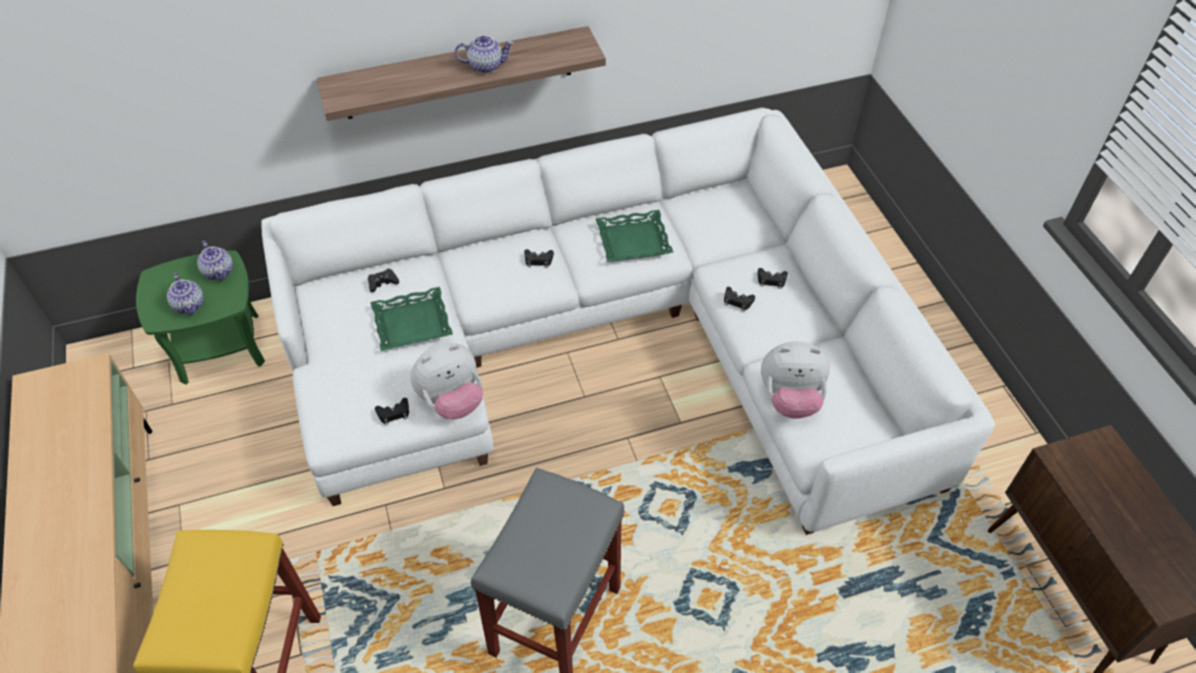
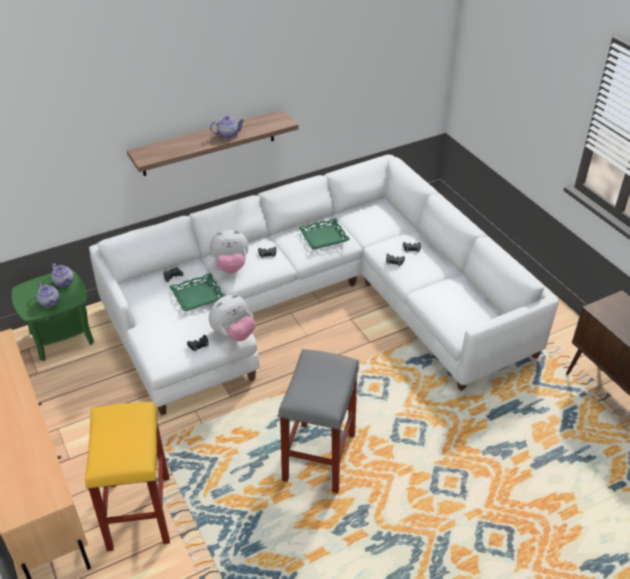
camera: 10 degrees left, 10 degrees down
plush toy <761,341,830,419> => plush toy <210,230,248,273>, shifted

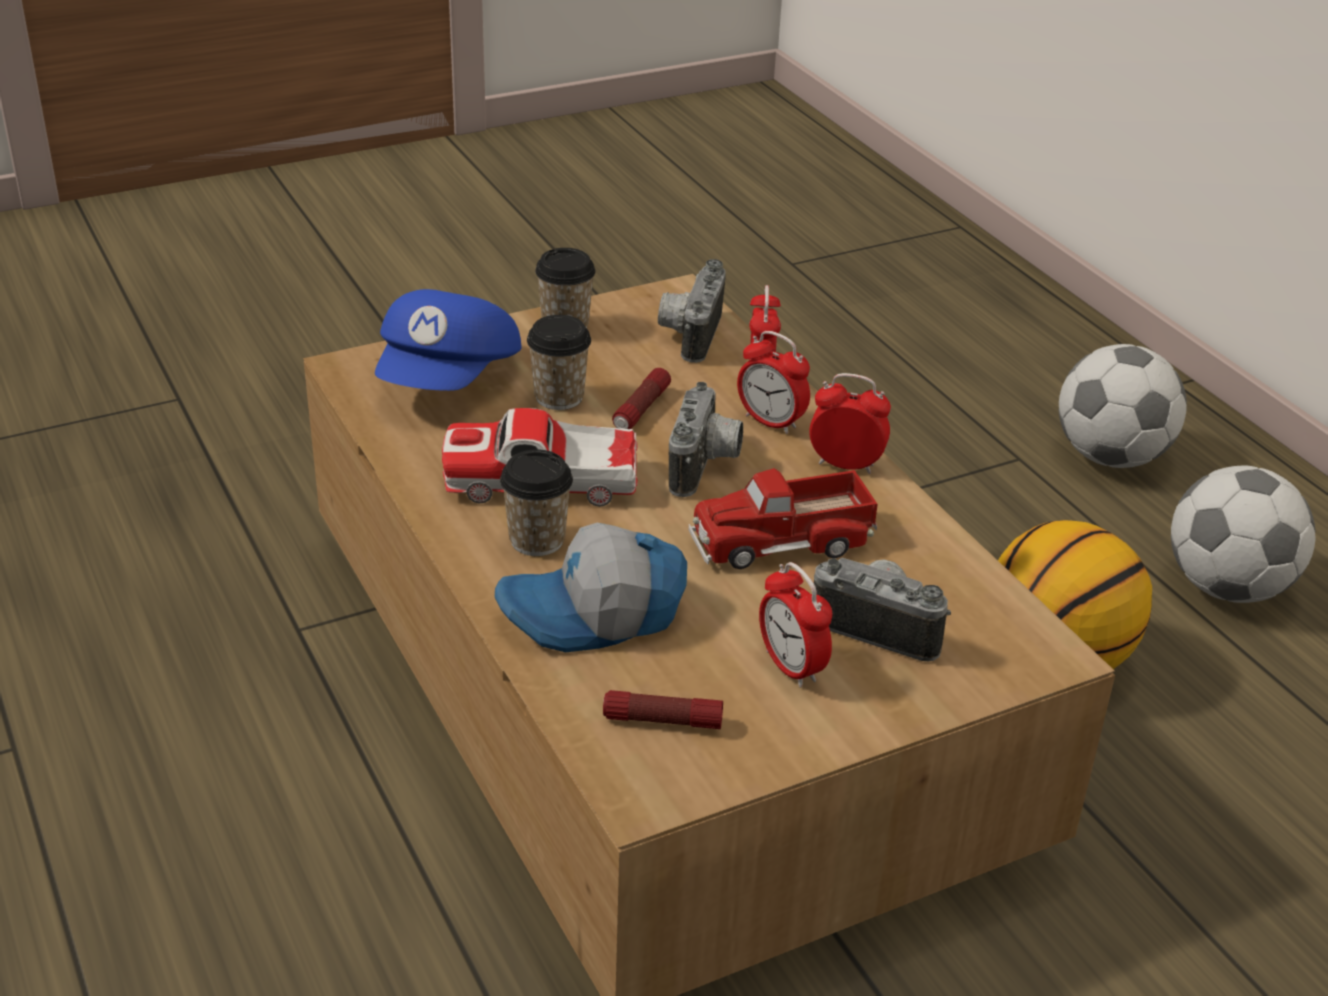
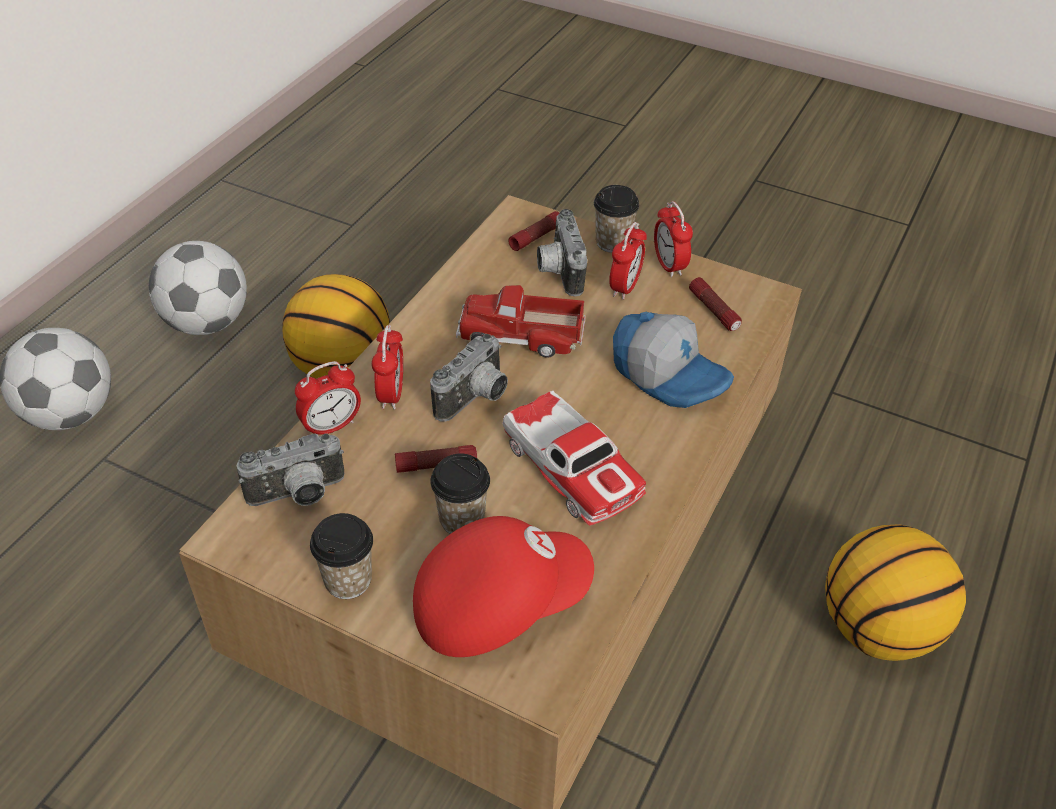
camera: 125 degrees left, 10 degrees up
blue-coloured cap <375,289,522,391> => red cap <413,516,594,657>
small cup <500,449,573,556> => small cup <594,185,639,253>, shifted
photo camera <669,382,743,497> => photo camera <430,334,508,422>, 150 degrees clockwise
toy lorry <689,468,878,569> => toy lorry <456,285,586,358>, 150 degrees clockwise
alarm clock <809,373,891,474> => alarm clock <654,201,693,278>, shifted
nothing => hand torch <508,211,560,251>
nothing => basketball <825,524,966,661>

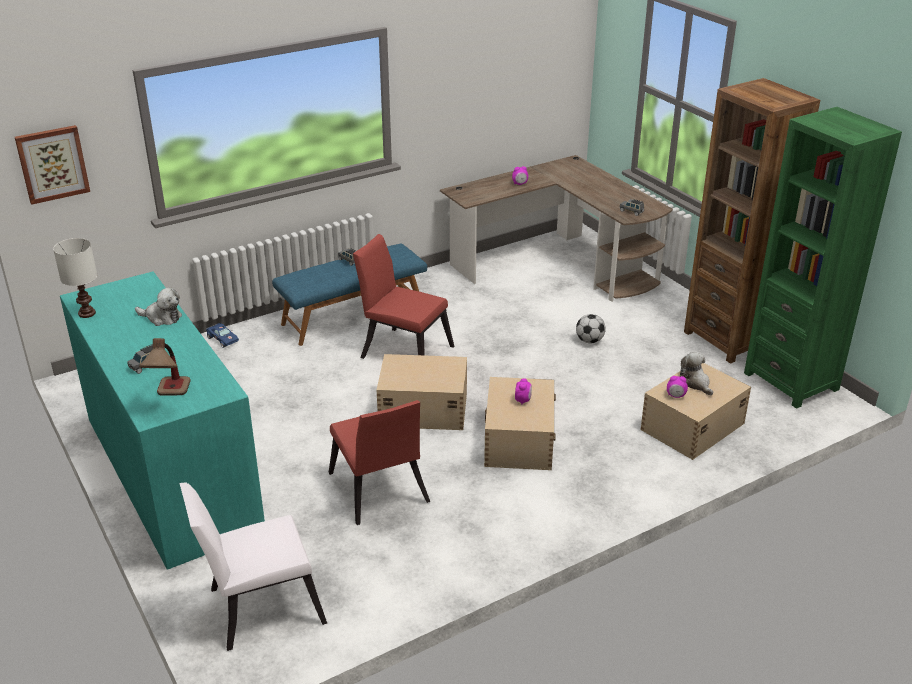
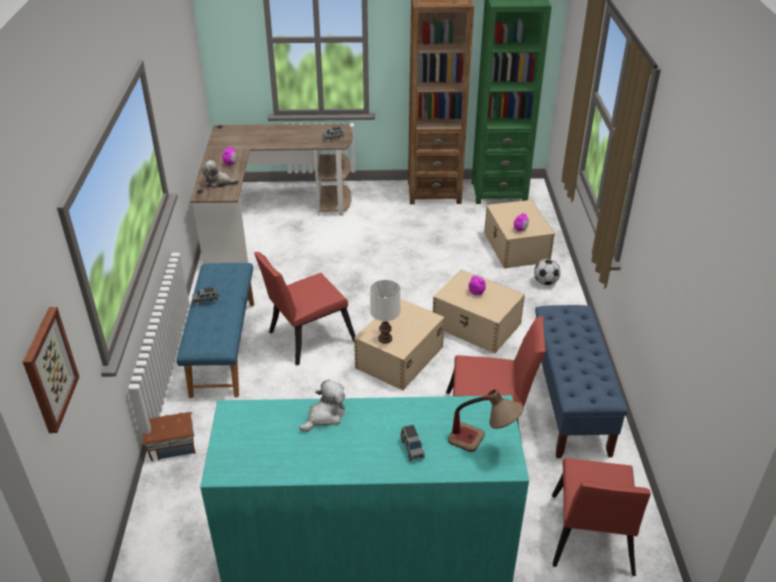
camera: 60 degrees left, 5 degrees up
white-coloured table lamp <53,238,97,318> => white-coloured table lamp <370,280,400,344>, shifted
white-coloured plain chair <180,483,327,651> => red plain chair <552,458,651,576>
blue-coloured miniature car <206,323,239,348> => model house <142,412,196,461>
football ball <576,314,606,343> => football ball <534,259,561,285>, shifted
plush toy <680,352,713,395> => plush toy <202,160,239,189>, shifted
nothing => blue-coloured long seat <535,305,628,458>

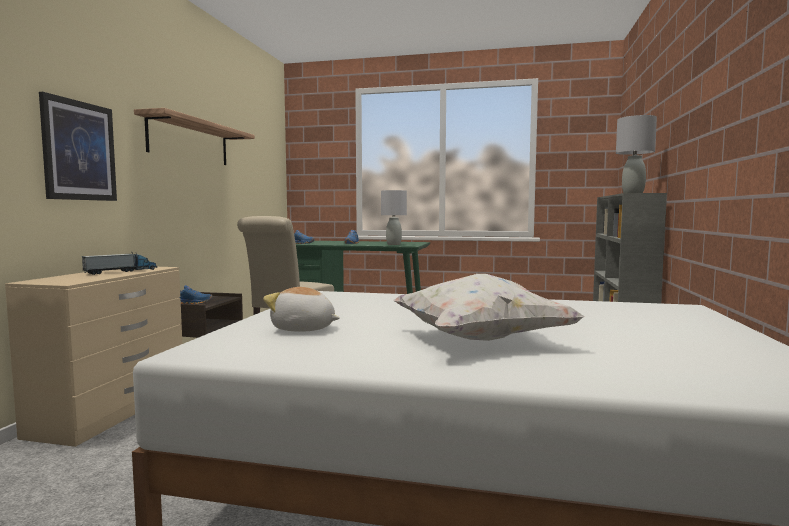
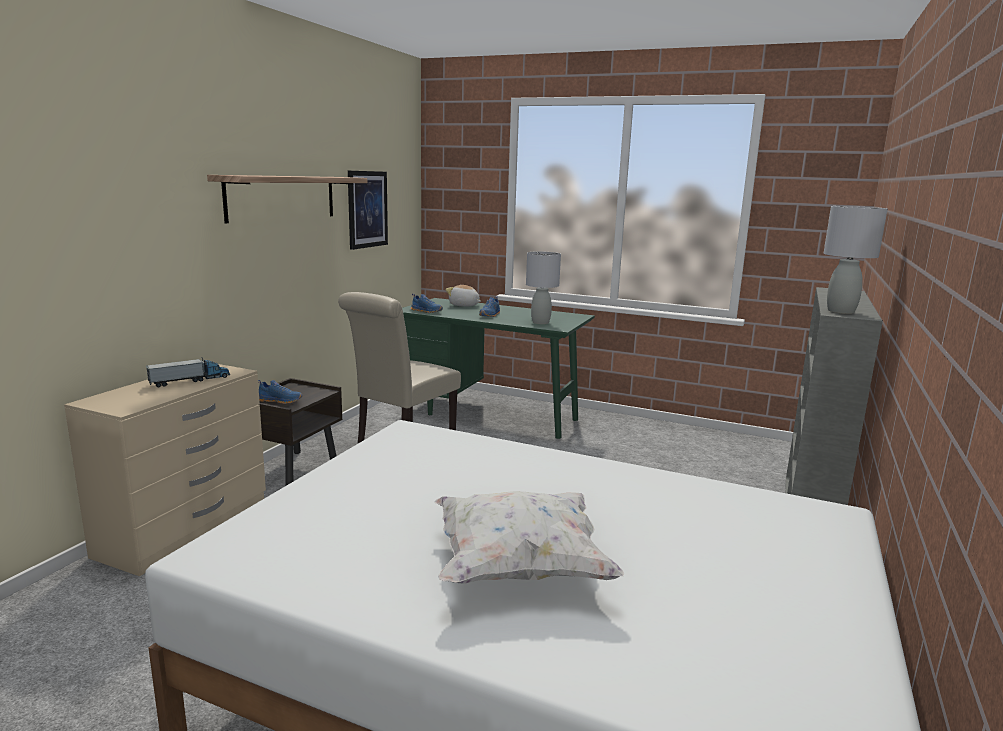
camera: 10 degrees right, 10 degrees up
wall picture <39,92,117,201> => wall picture <348,171,388,250>, shifted
plush toy <263,287,340,332> => plush toy <446,285,481,307>, shifted

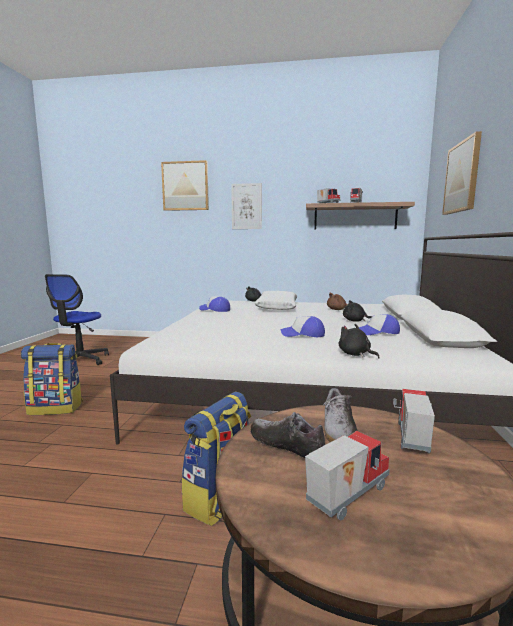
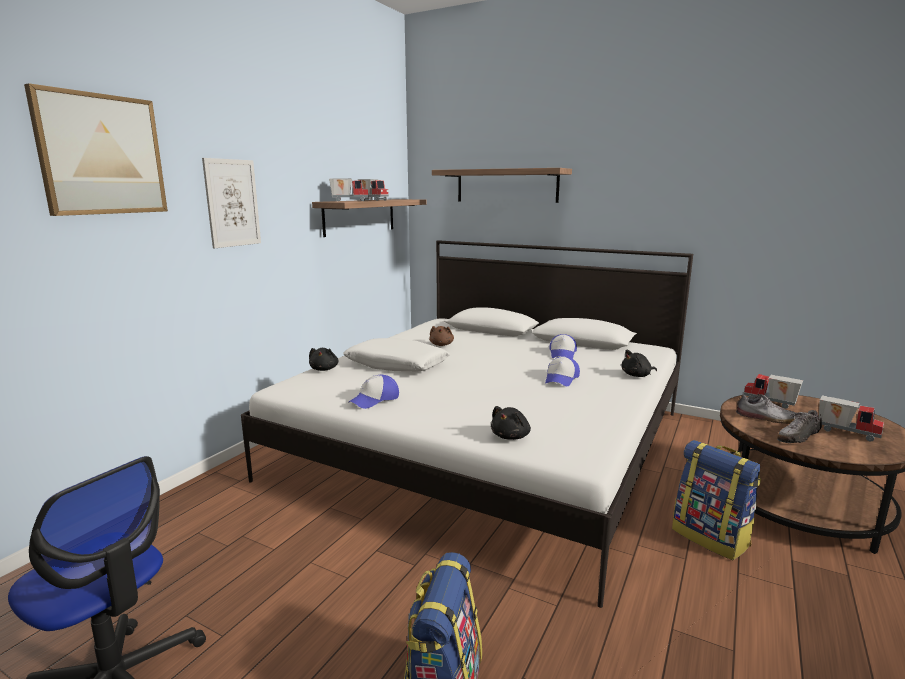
camera: 70 degrees left, 5 degrees up
toy lorry <305,431,390,520> => toy lorry <819,395,884,442>, 150 degrees clockwise
black plush toy <343,300,372,322> => black plush toy <491,406,531,440>, shifted
wall picture <442,131,482,215> => bracket shelf <432,168,572,203>

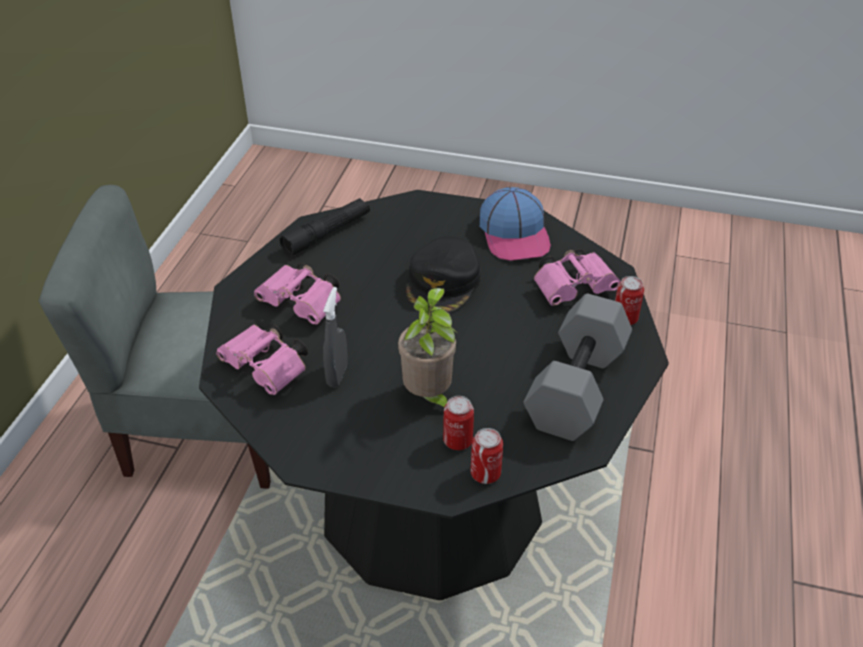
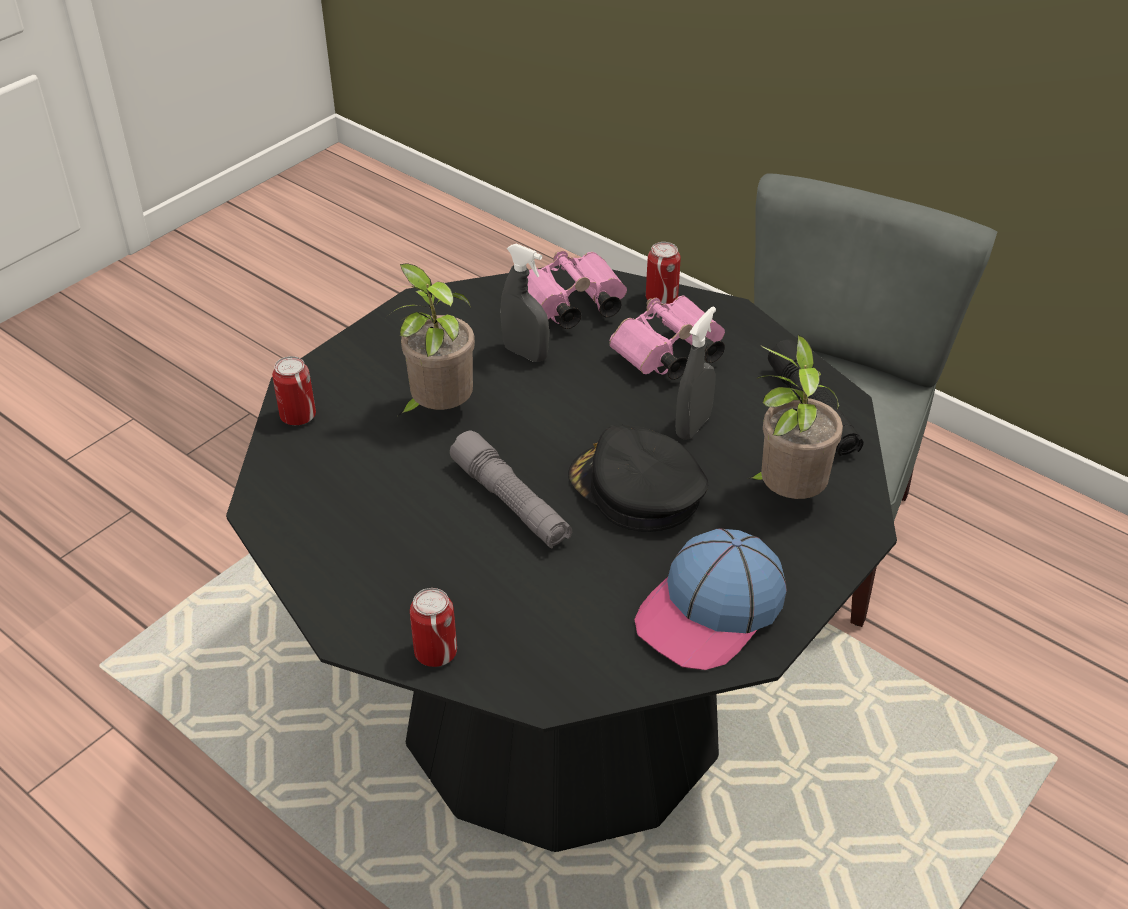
camera: 115 degrees right, 0 degrees up
metal can <443,396,474,450> => metal can <646,242,681,304>, shifted
cap <480,187,551,261> => cap <634,528,787,670>, 60 degrees counterclockwise
gray dumbbell <523,294,632,441> => nothing
pink pair of binoculars <534,249,621,306> => nothing
nothing => gray hand torch <450,431,572,549>
nothing => gray hand sprayer <675,306,716,440>
nothing => houseplant <748,335,843,499>

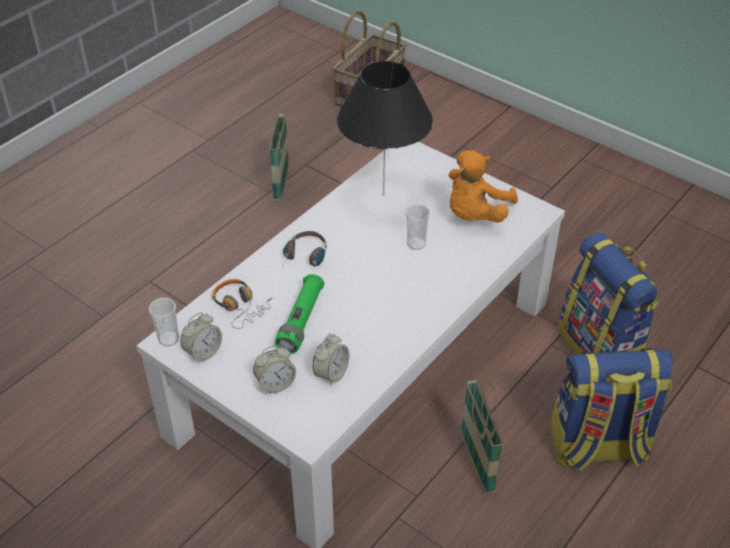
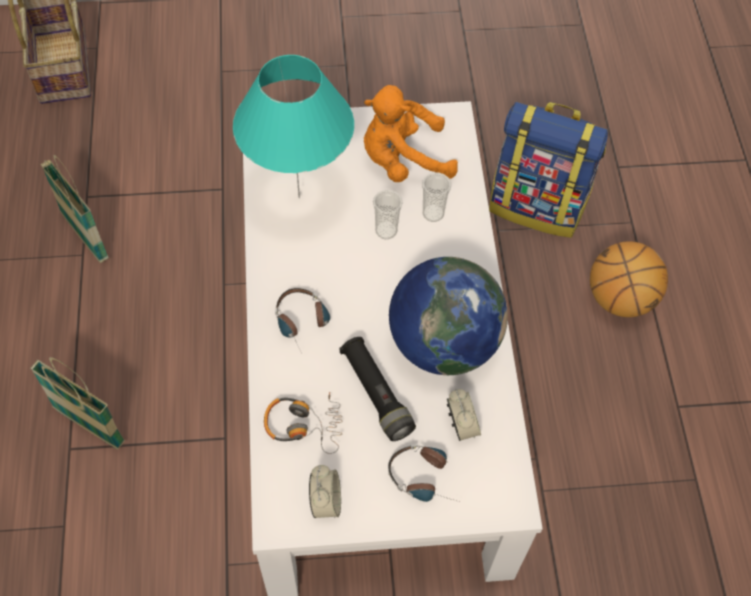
camera: 45 degrees left, 15 degrees up
small cup <149,298,179,346> => small cup <422,172,451,222>, shifted
alarm clock <253,345,296,394> => pair of headphones <388,445,459,502>
greenish hand torch <275,274,324,354> => black hand torch <340,337,416,441>
black table lamp <337,61,433,196> => turquoise-coloured table lamp <233,55,354,198>
orange-coloured plush toy <448,150,518,222> => orange-coloured plush toy <364,85,458,182>, 90 degrees clockwise
household basket <461,379,503,494> => household basket <30,357,125,449>, shifted
rucksack <550,348,673,471> => basketball <590,241,668,317>
nothing => desk globe <389,257,508,375>

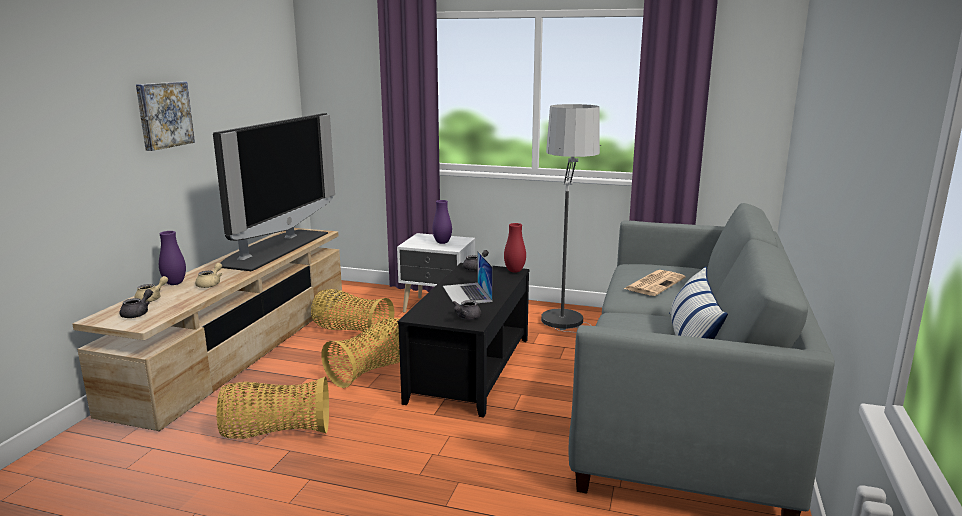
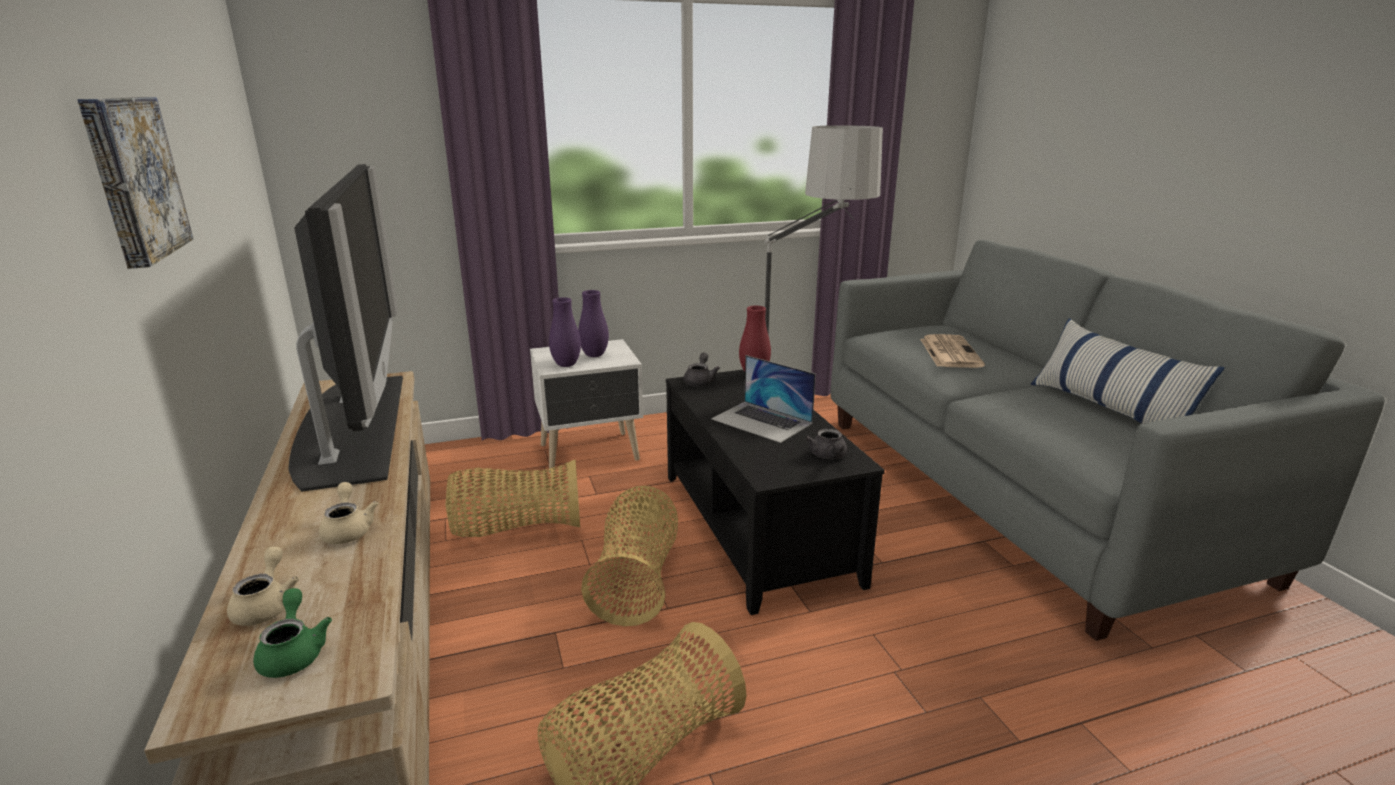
camera: 35 degrees left, 5 degrees up
gray tea pot <120,289,153,318> => greenish tea pot <253,588,332,678>
purple vase <159,231,186,285> => purple vase <549,297,581,367>, shifted

